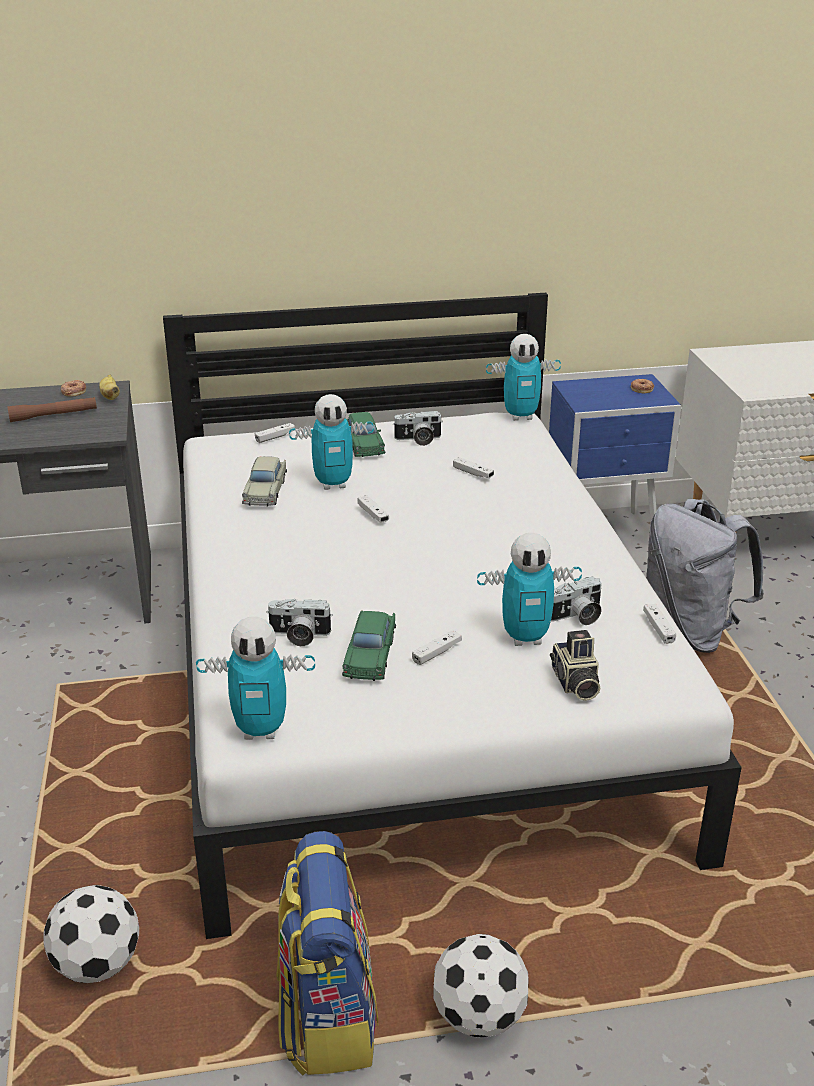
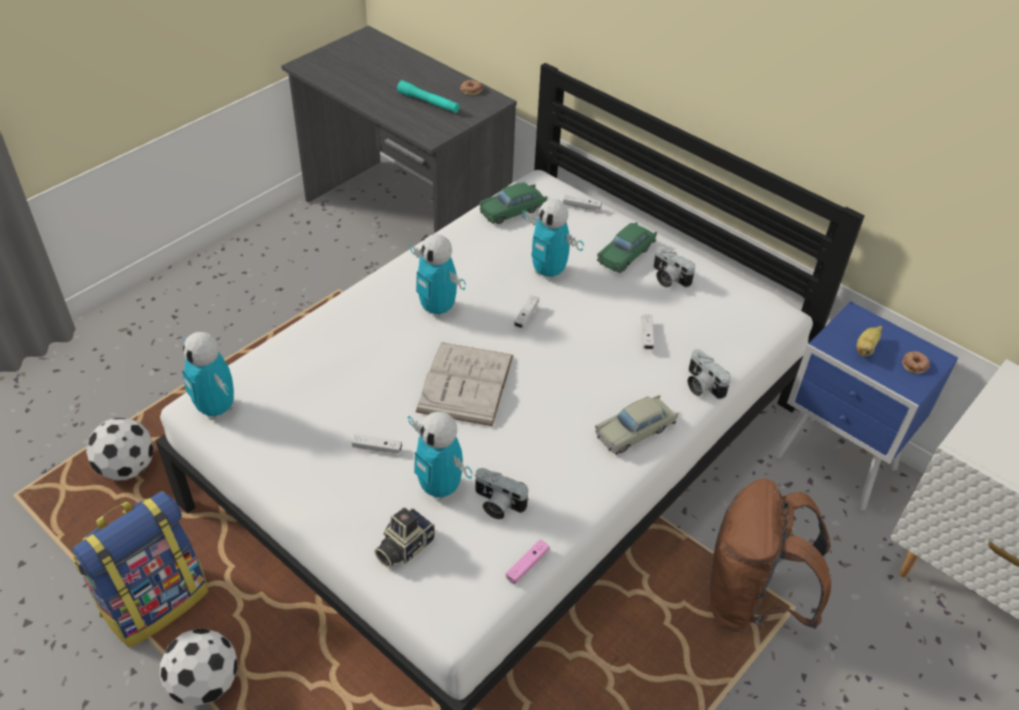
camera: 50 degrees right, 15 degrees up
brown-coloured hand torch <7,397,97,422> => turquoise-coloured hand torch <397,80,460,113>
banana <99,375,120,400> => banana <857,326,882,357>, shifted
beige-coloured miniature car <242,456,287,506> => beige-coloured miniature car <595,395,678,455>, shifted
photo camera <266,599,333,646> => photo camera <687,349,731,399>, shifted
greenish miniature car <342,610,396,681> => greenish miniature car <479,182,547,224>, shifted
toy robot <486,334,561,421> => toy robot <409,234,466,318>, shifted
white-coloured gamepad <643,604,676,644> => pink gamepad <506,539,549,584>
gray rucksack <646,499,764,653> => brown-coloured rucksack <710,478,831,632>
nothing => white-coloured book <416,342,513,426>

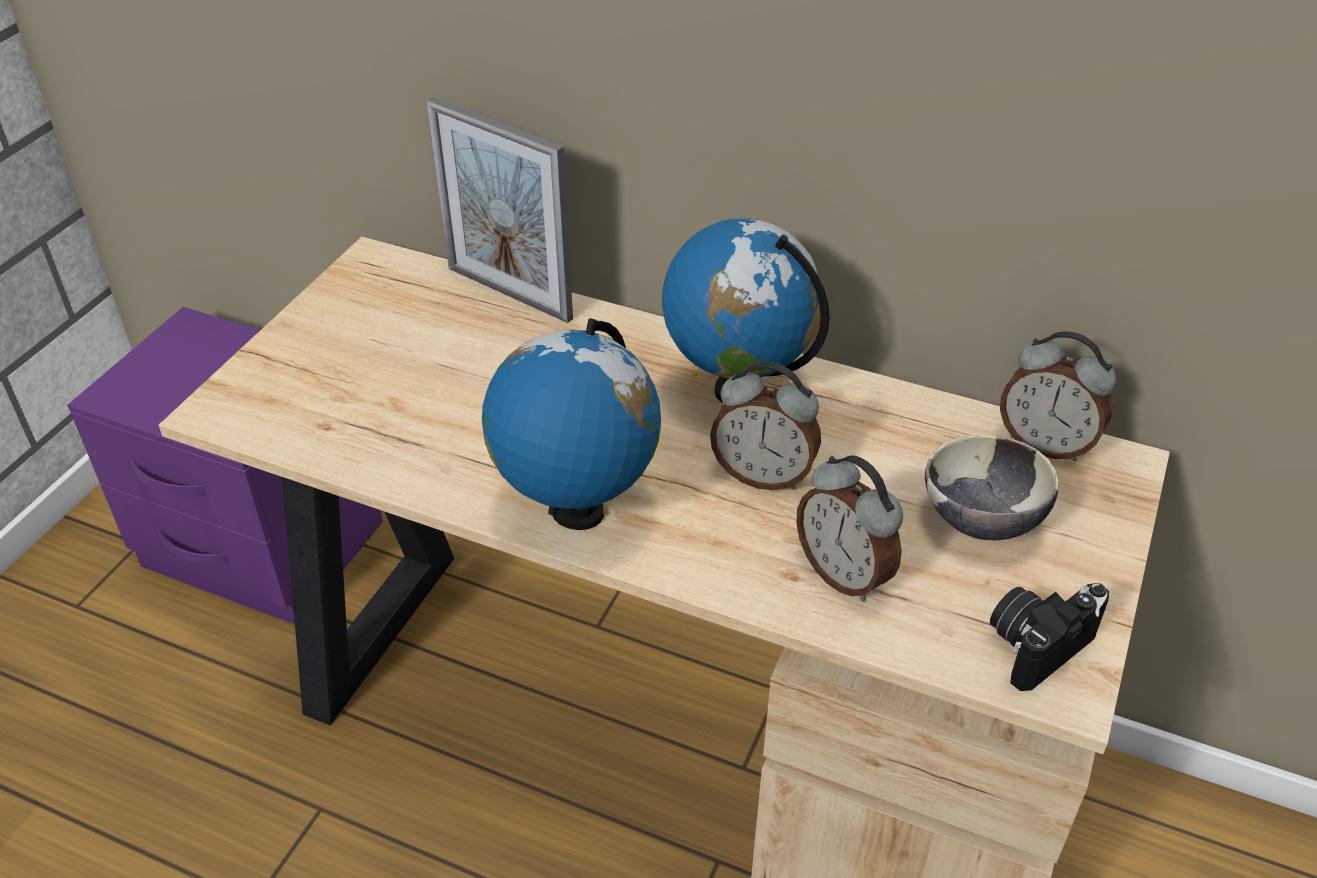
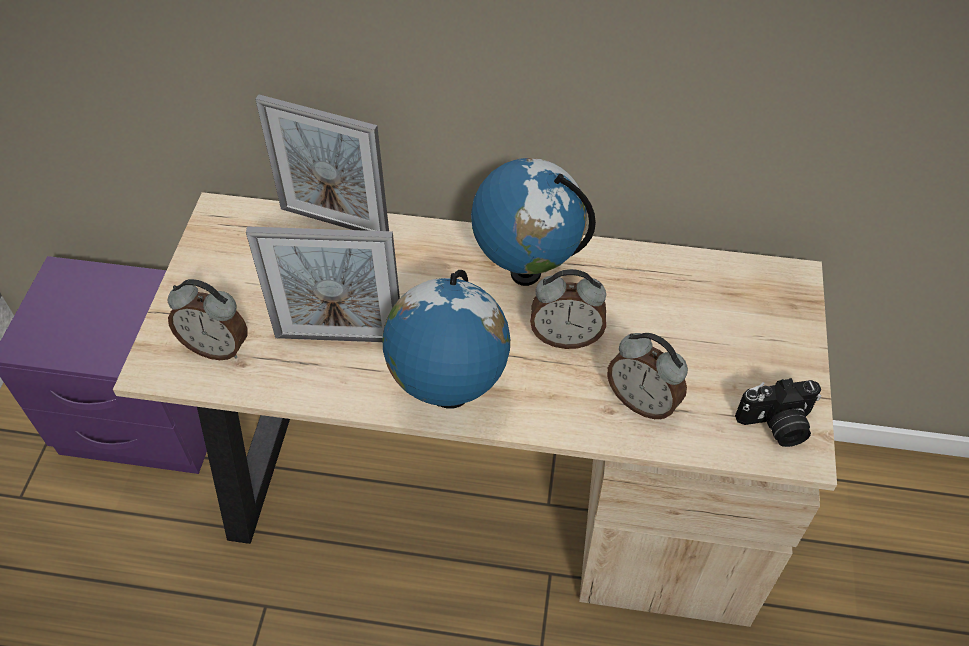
camera: 15 degrees left, 10 degrees up
serving bowl <925,435,1059,540> => nothing
photo camera <990,583,1109,691> => photo camera <735,378,822,447>, 135 degrees counterclockwise
alarm clock <1000,331,1116,462> => alarm clock <167,279,247,360>, shifted
nothing => standing frame <246,226,400,342>

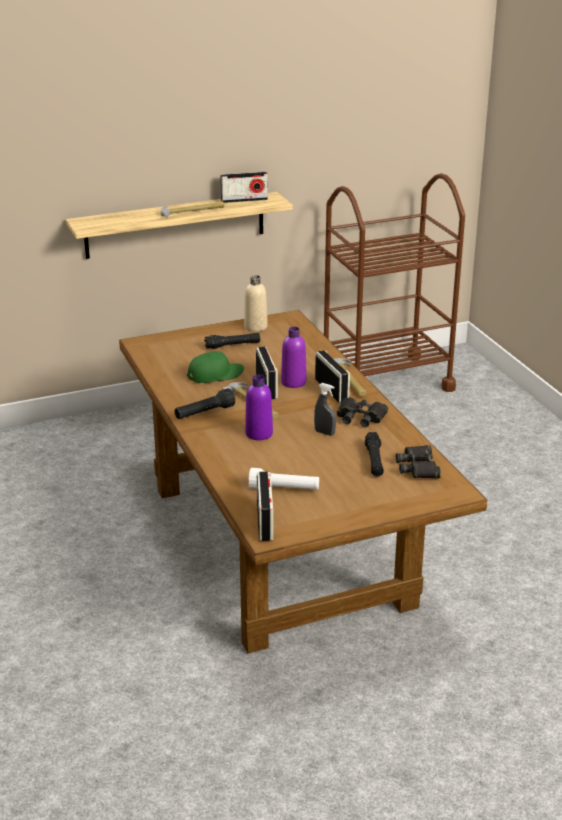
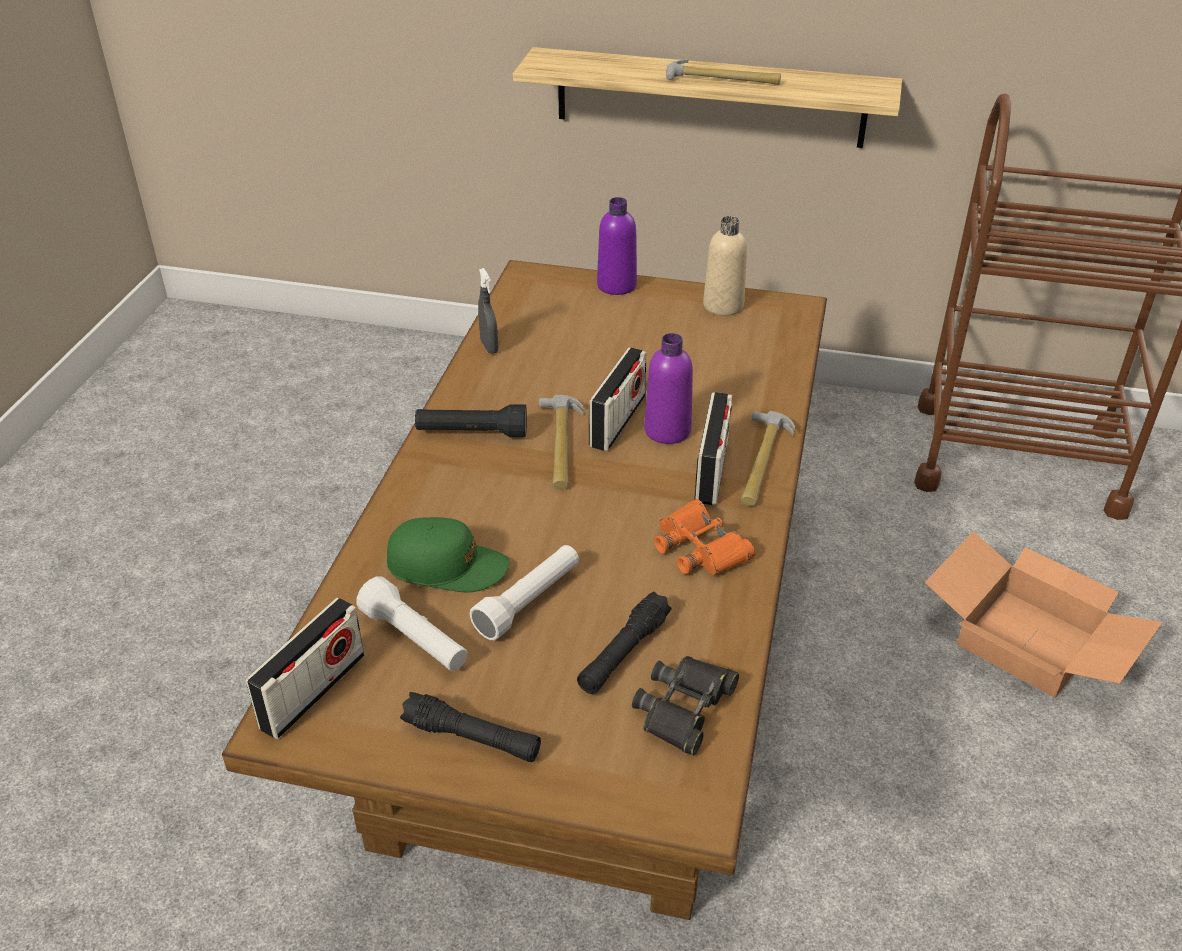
camera: 35 degrees right, 10 degrees up
greenish cap <187,351,244,383> => greenish cap <387,517,510,592>, shifted
black hand torch <204,333,260,349> => black hand torch <400,692,541,762>, shifted
radio <220,172,268,203> => nothing
purple drink bottle <245,374,273,440> => purple drink bottle <597,197,637,295>, shifted
gray hand sprayer <314,383,336,436> => gray hand sprayer <478,268,498,354>, shifted
black pair of binoculars <337,397,388,428> => orange-coloured pair of binoculars <654,499,755,575>
nothing => white-coloured hand torch <470,545,579,641>
nothing => carton <925,531,1163,698>

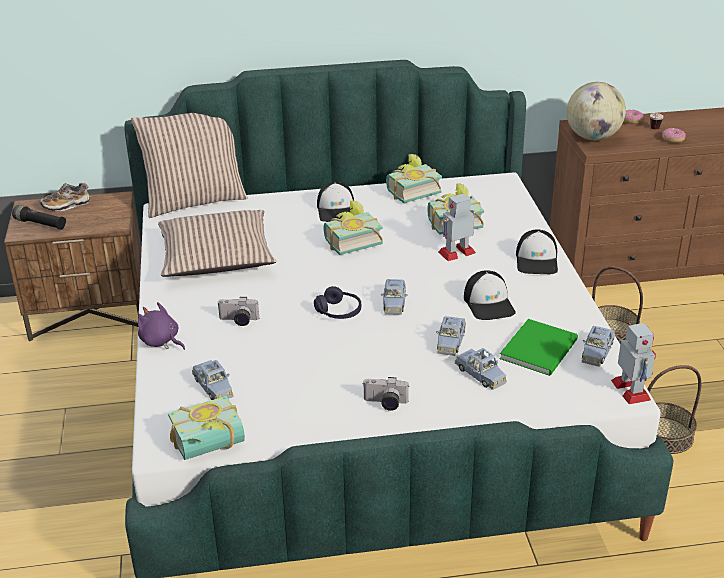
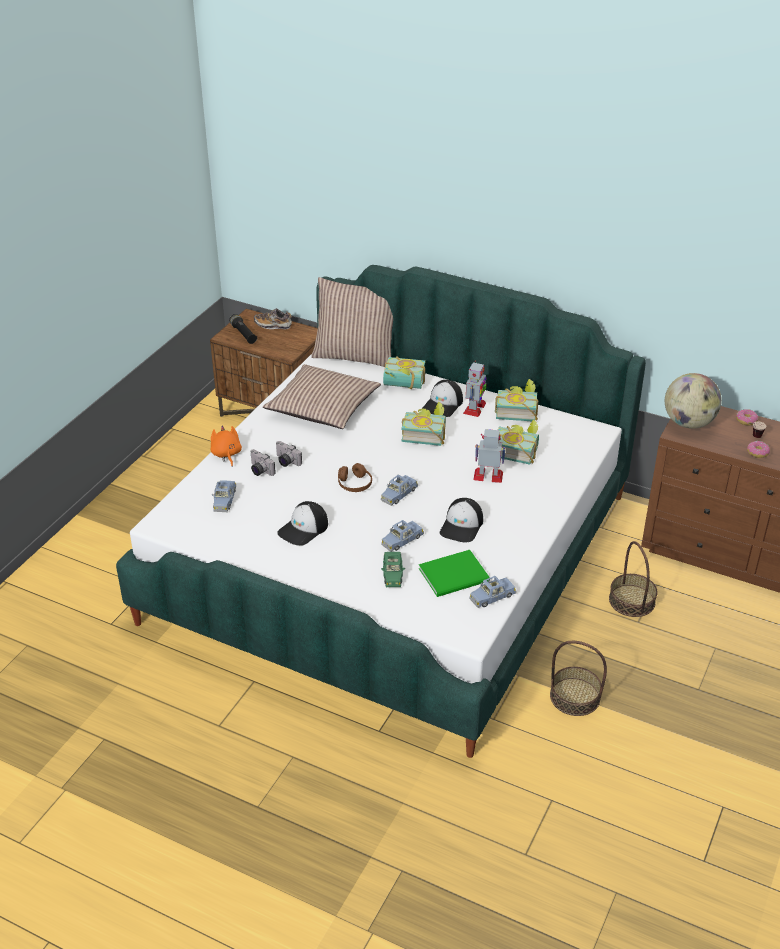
camera: 35 degrees right, 5 degrees up
purple plush toy <138,302,185,350> => orange-coloured plush toy <211,426,242,467>
book <168,396,245,460> => book <383,356,425,389>, shifted
purple pair of headphones <314,286,361,319> => brown-coloured pair of headphones <338,463,372,492>
photo camera <363,377,409,411> => photo camera <251,449,276,476>, shifted
blue-coloured miniature car <455,348,507,390> => greenish miniature car <381,552,405,587>
cap <516,229,558,274> => cap <277,501,328,545>, shifted
toy robot <611,321,656,404> => toy robot <463,360,487,417>, shifted

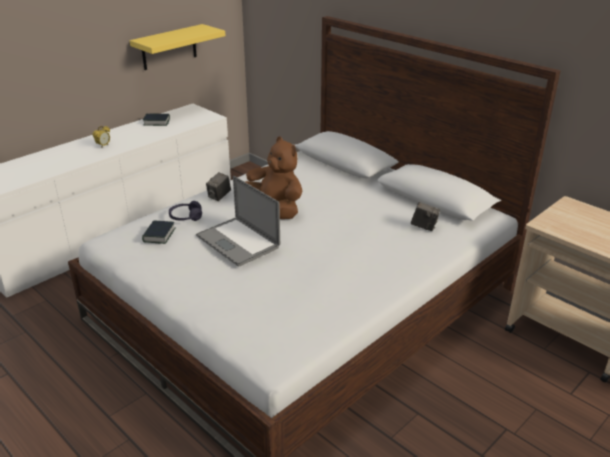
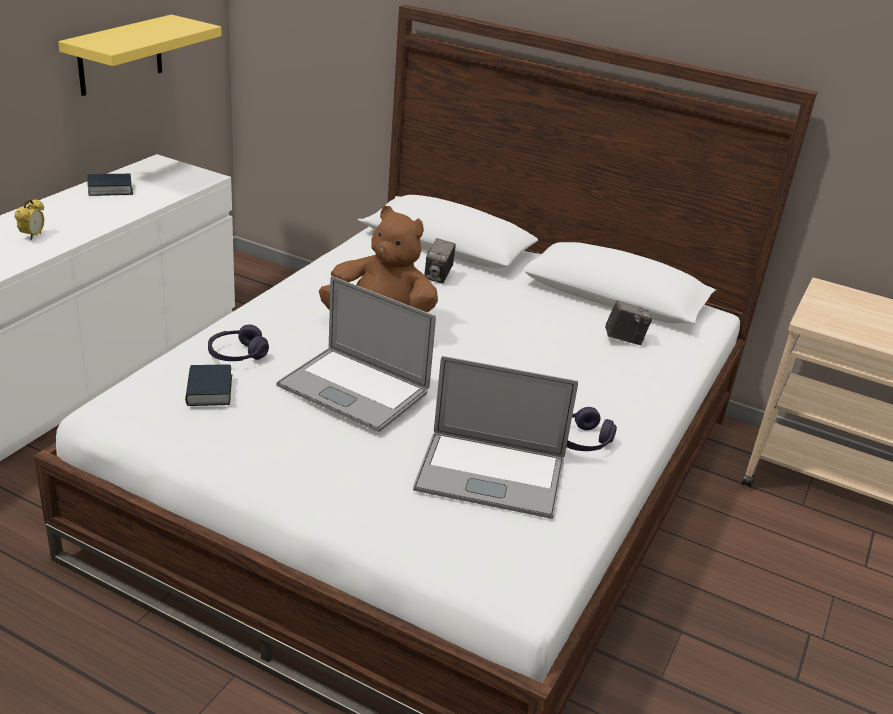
camera: 20 degrees left, 0 degrees up
photo camera <206,172,231,201> => photo camera <424,238,456,284>, shifted
nothing => notebook computer <413,356,578,519>
nothing => purple pair of headphones <567,407,617,451>

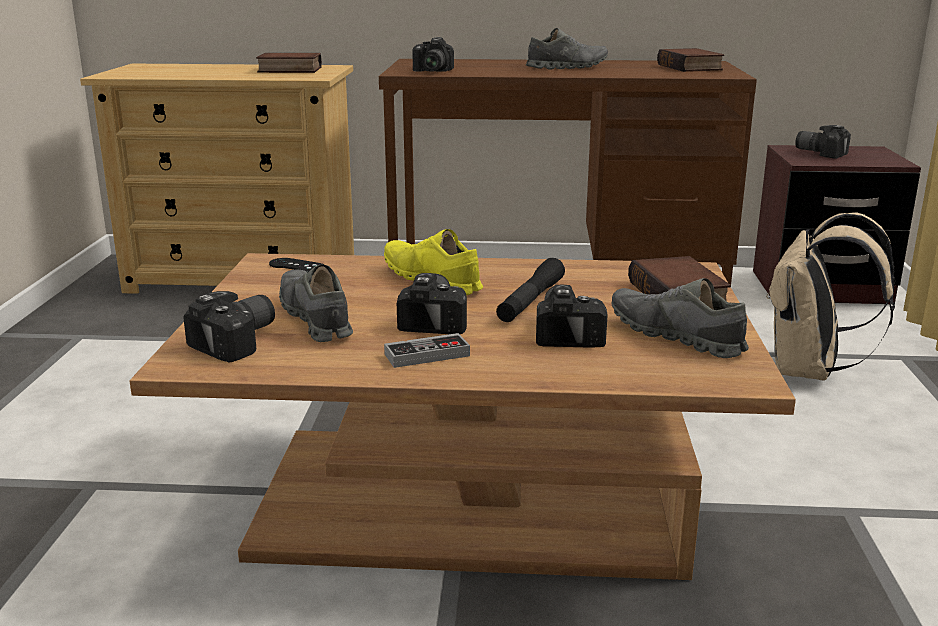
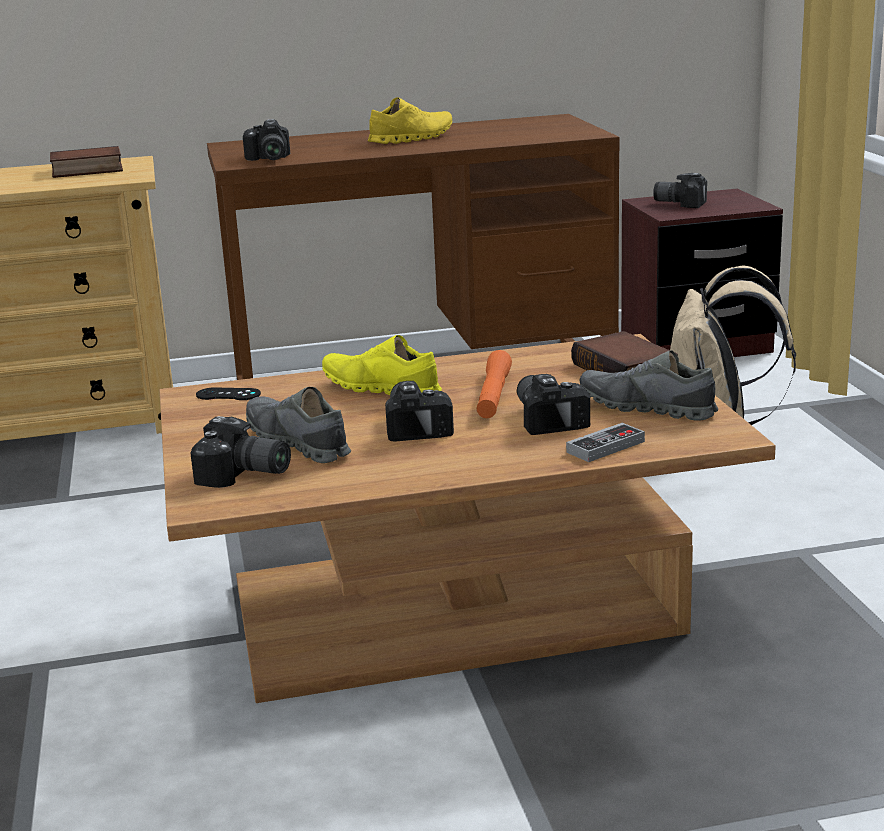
camera: 15 degrees left, 0 degrees up
photo camera <183,291,275,362> => photo camera <190,416,291,488>, 90 degrees clockwise
gamepad <384,333,470,368> => gamepad <566,423,645,462>, shifted
black hand torch <496,258,565,322> => orange-coloured hand torch <477,350,512,418>
gray shoe <526,28,608,69> => yellow shoe <368,97,452,144>
book <657,48,724,72> => nothing

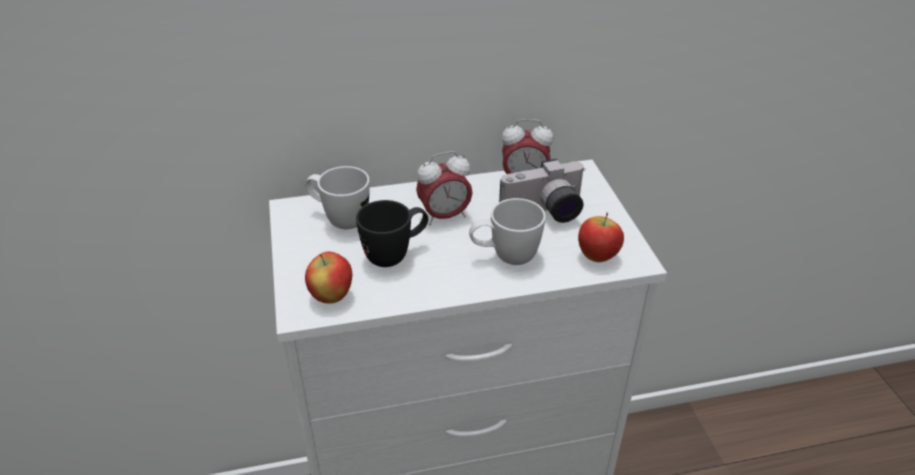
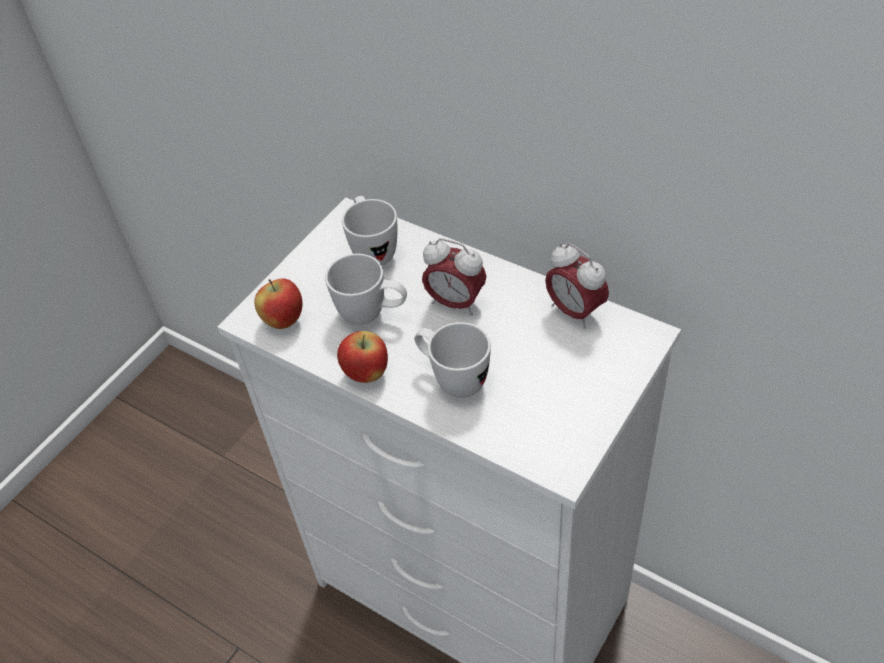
camera: 50 degrees right, 10 degrees up
black coffee mug <356,200,428,267> => white-coloured coffee mug <325,254,407,325>
photo camera <499,159,586,223> => nothing
apple <578,213,624,262> => apple <337,331,388,383>, shifted

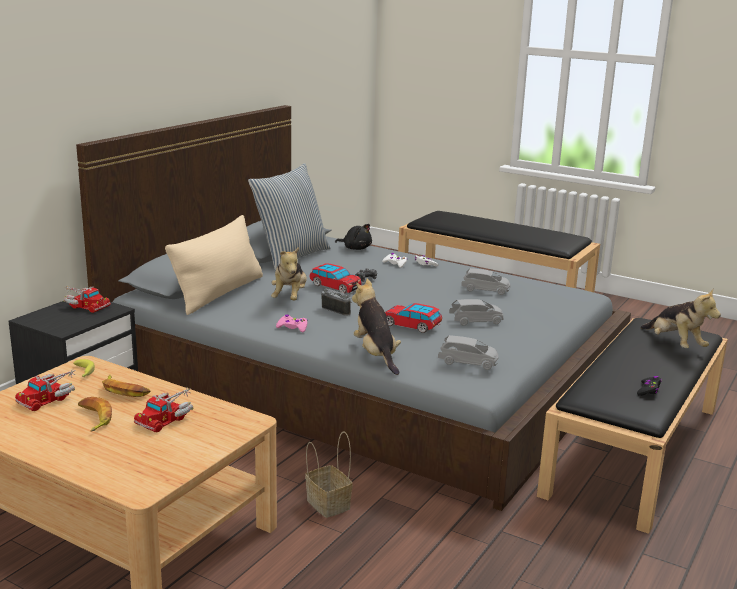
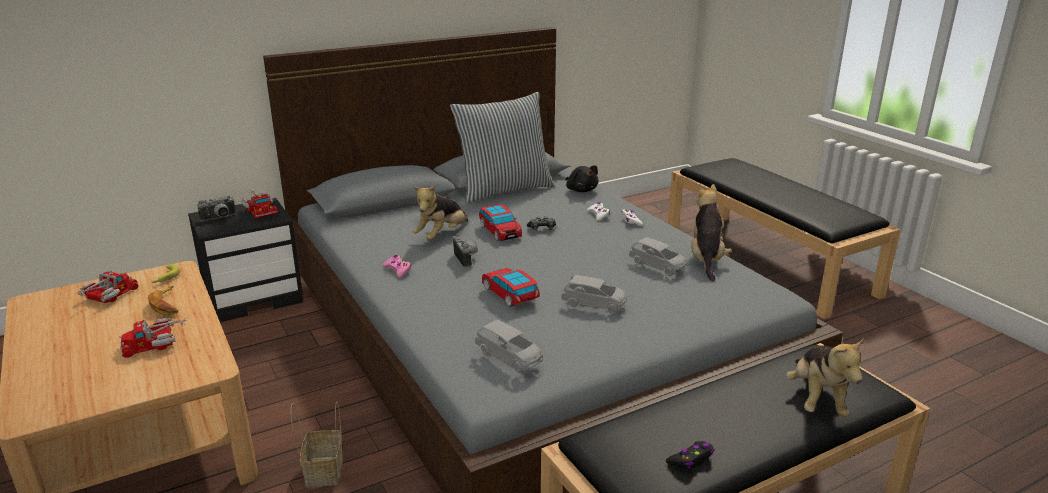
camera: 30 degrees right, 5 degrees up
toy lorry <15,369,75,411> => toy lorry <76,271,139,303>, 135 degrees clockwise
banana <78,397,112,432> => nothing
beige-coloured cushion <165,215,263,315> => nothing
plush toy <352,279,401,375> => plush toy <691,184,732,281>, shifted
nothing => photo camera <197,196,236,222>

